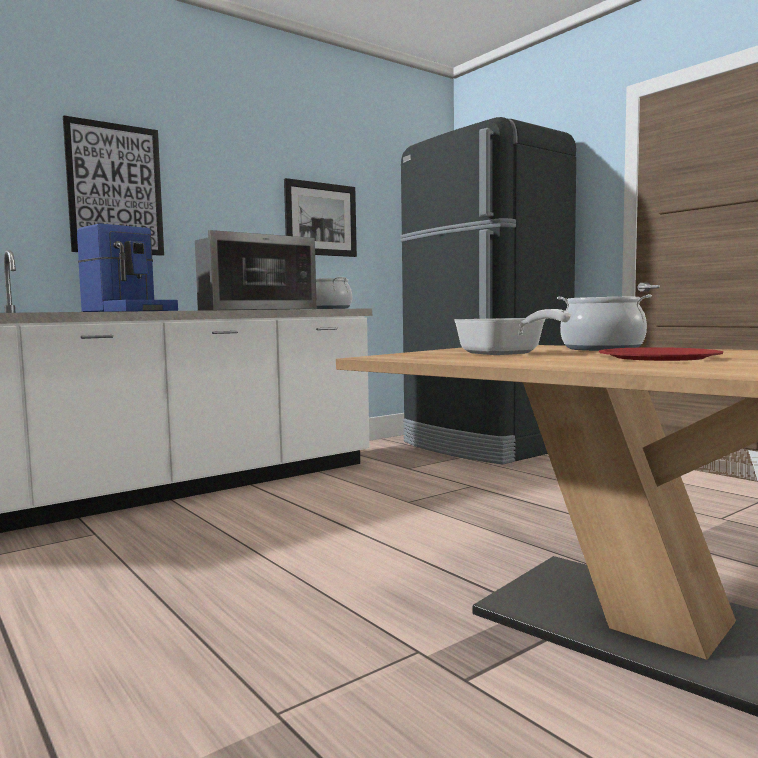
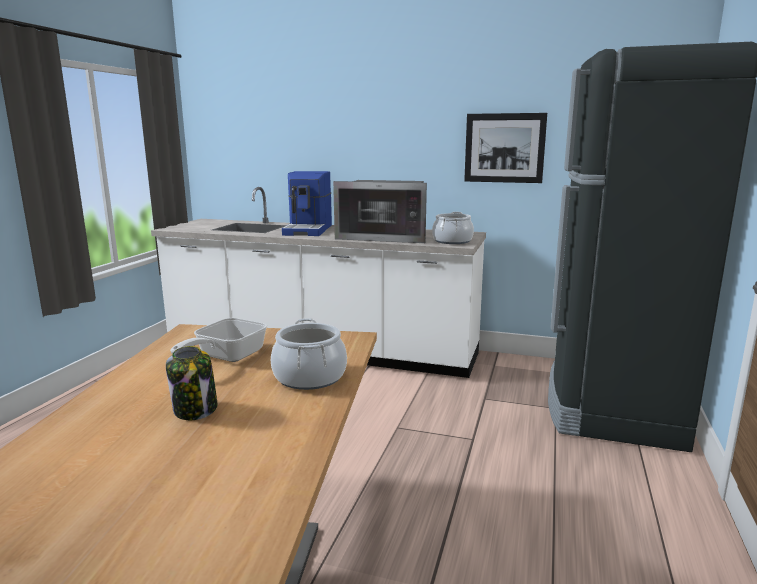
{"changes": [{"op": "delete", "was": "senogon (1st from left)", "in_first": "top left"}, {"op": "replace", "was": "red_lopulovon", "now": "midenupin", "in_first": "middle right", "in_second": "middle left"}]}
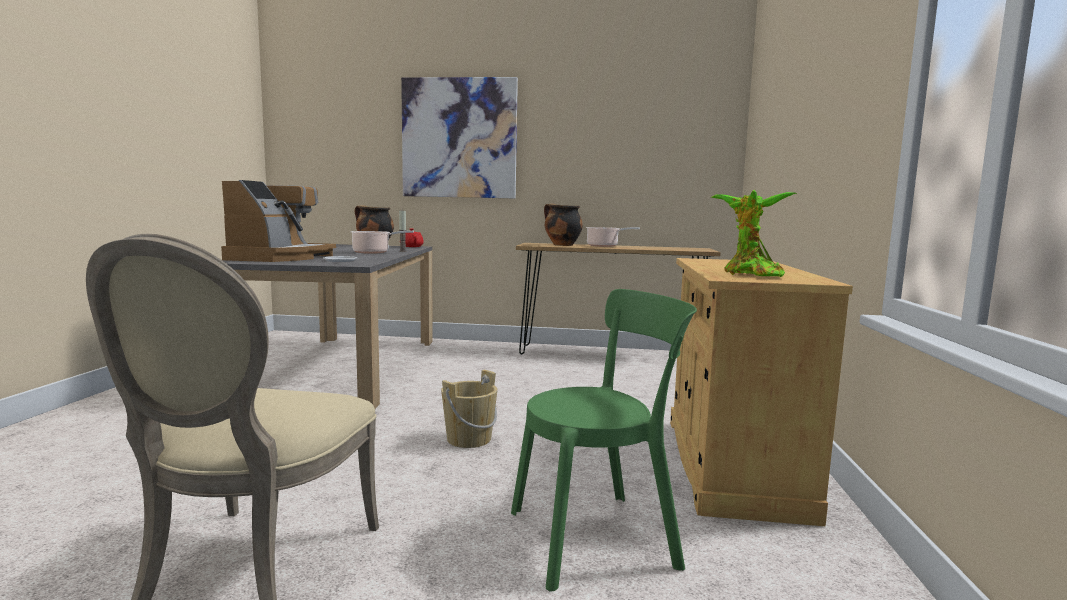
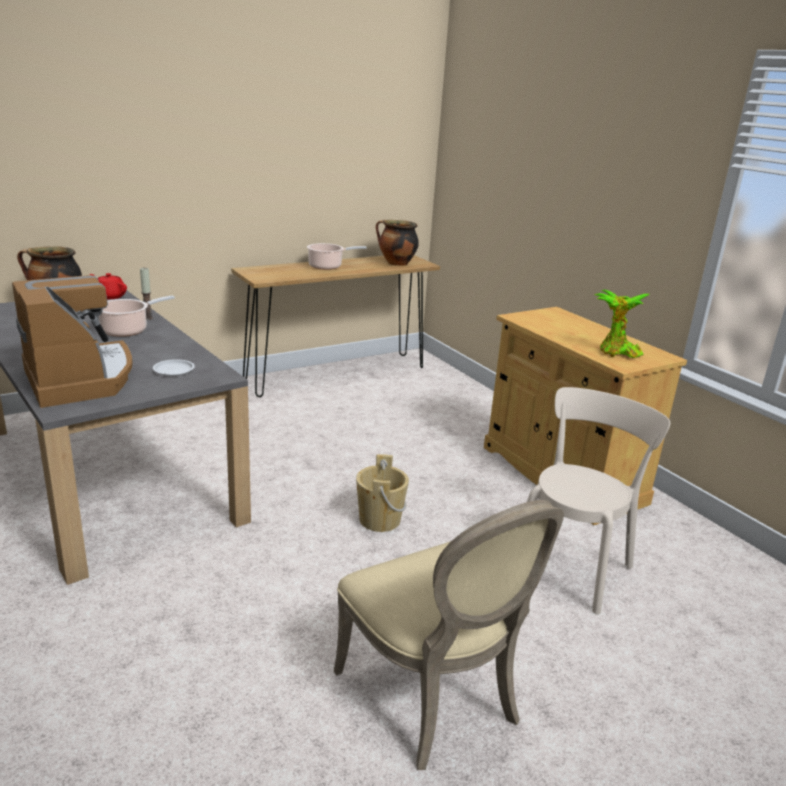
{"changes": [{"op": "delete", "was": "senogon", "in_first": "top centre"}, {"op": "recolor", "was": "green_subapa", "now": "beige_subapa (2nd from left)", "in_first": "bottom centre", "in_second": "middle right"}, {"op": "move", "was": "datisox (3rd from left in the first image)", "now": "datisox (4th from left)", "in_first": "centre", "in_second": "top centre"}]}
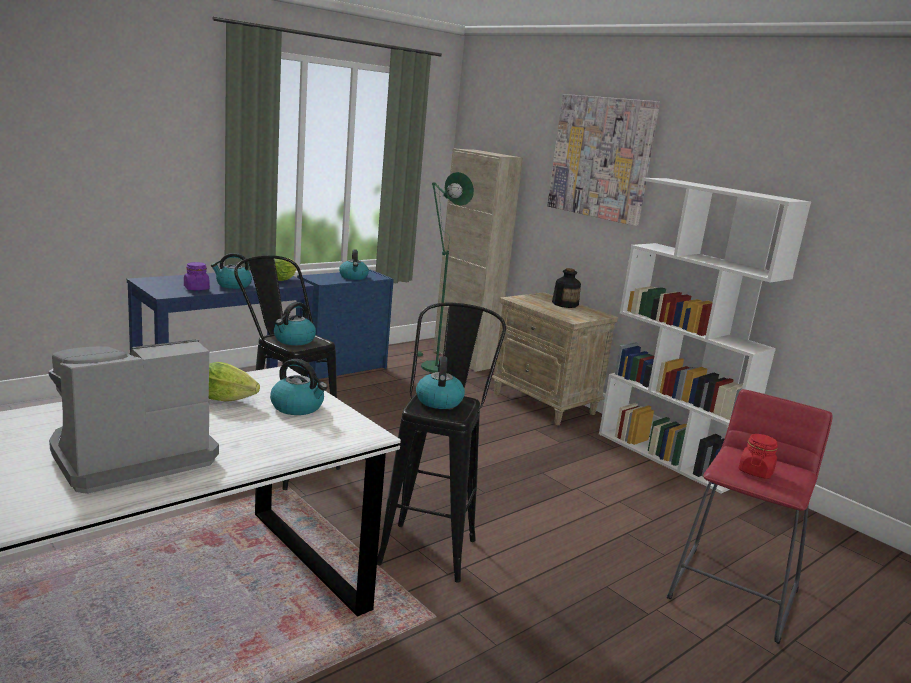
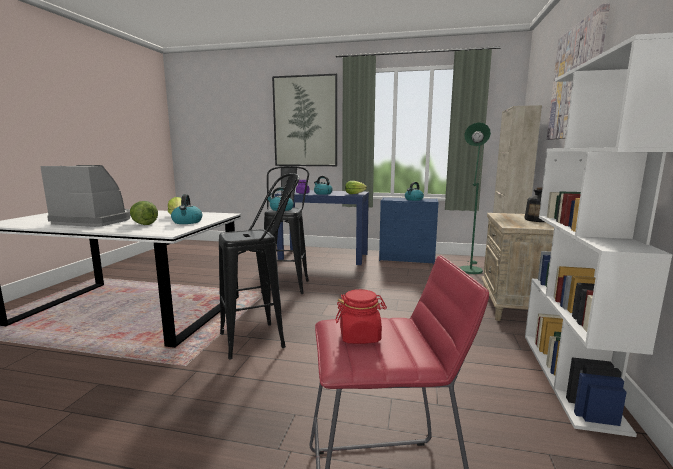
{"changes": [{"op": "delete", "was": "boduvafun (5th from left)", "in_first": "centre"}, {"op": "insert", "now": "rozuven (1st from left)", "in_second": "middle left"}, {"op": "insert", "now": "senogon (1st from left)", "in_second": "top centre"}]}
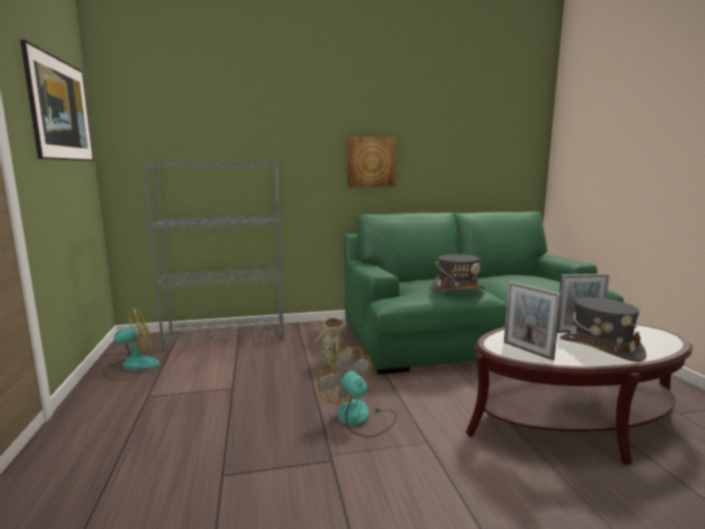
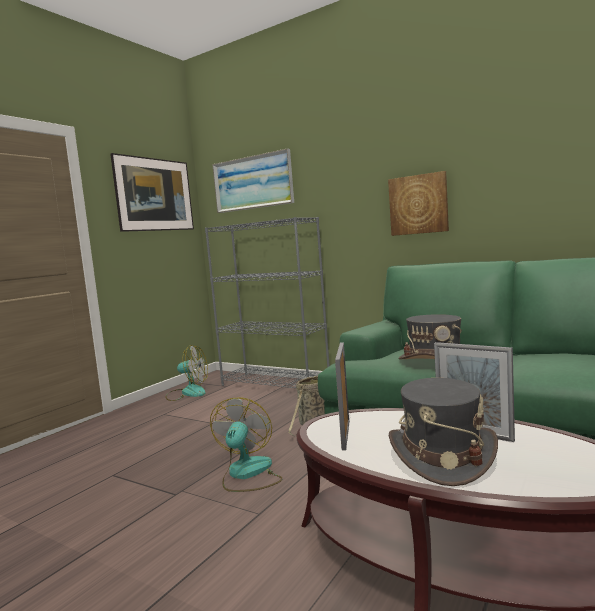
{"changes": [{"op": "insert", "now": "senogon (2nd from left)", "in_second": "top centre"}]}
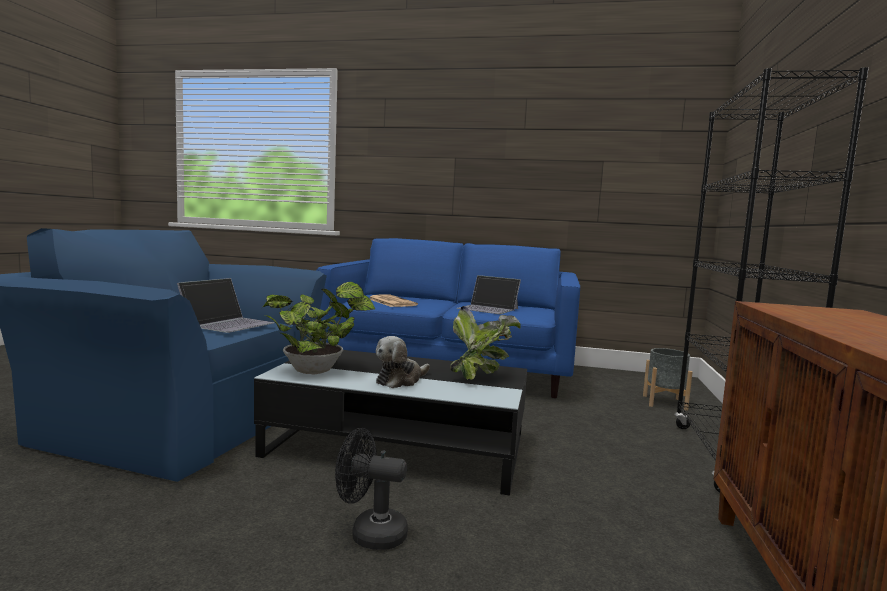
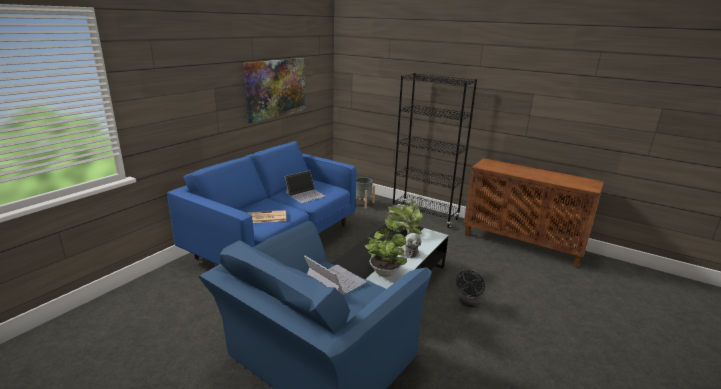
{"changes": [{"op": "insert", "now": "senogon", "in_second": "top centre"}]}
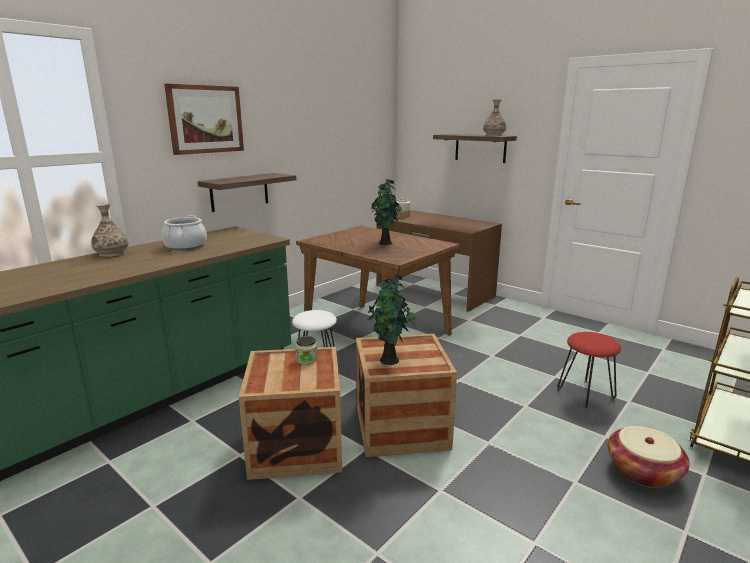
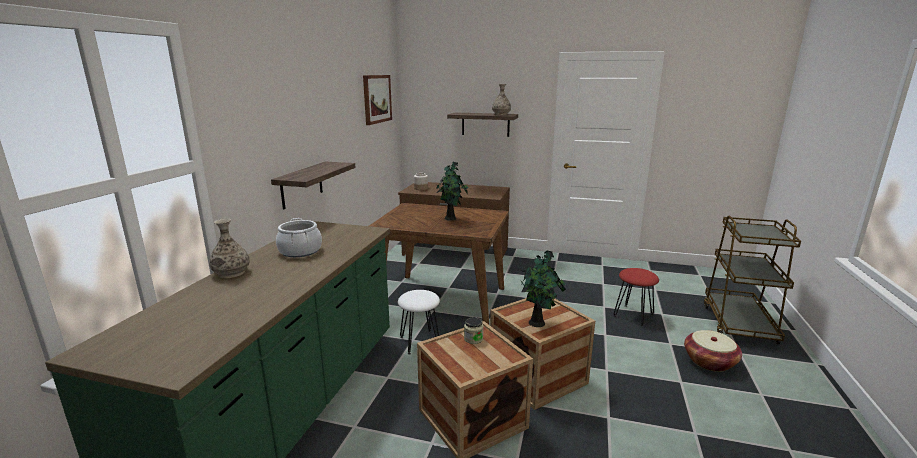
{"changes": [{"op": "move", "was": "senogon", "in_first": "top left", "in_second": "top centre"}]}
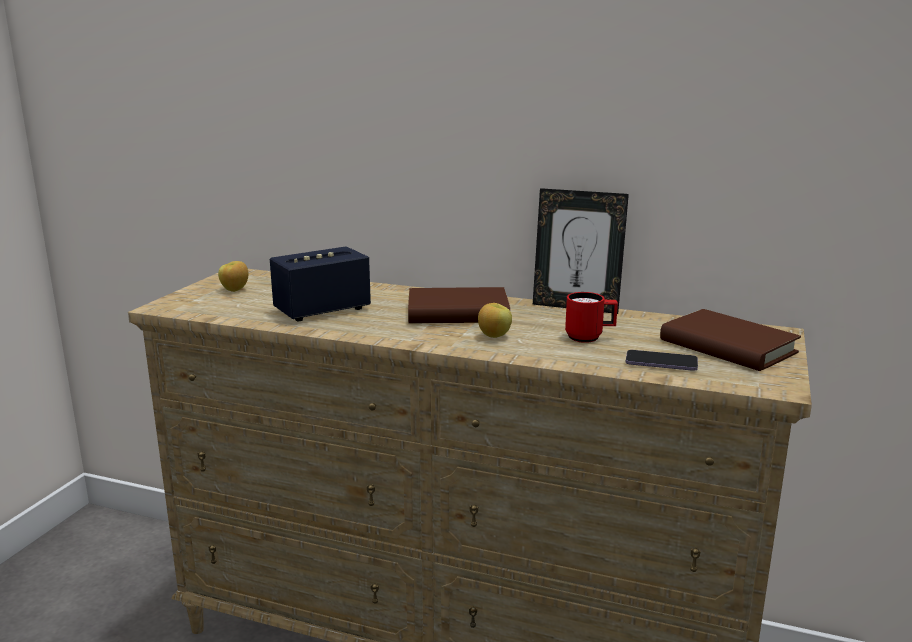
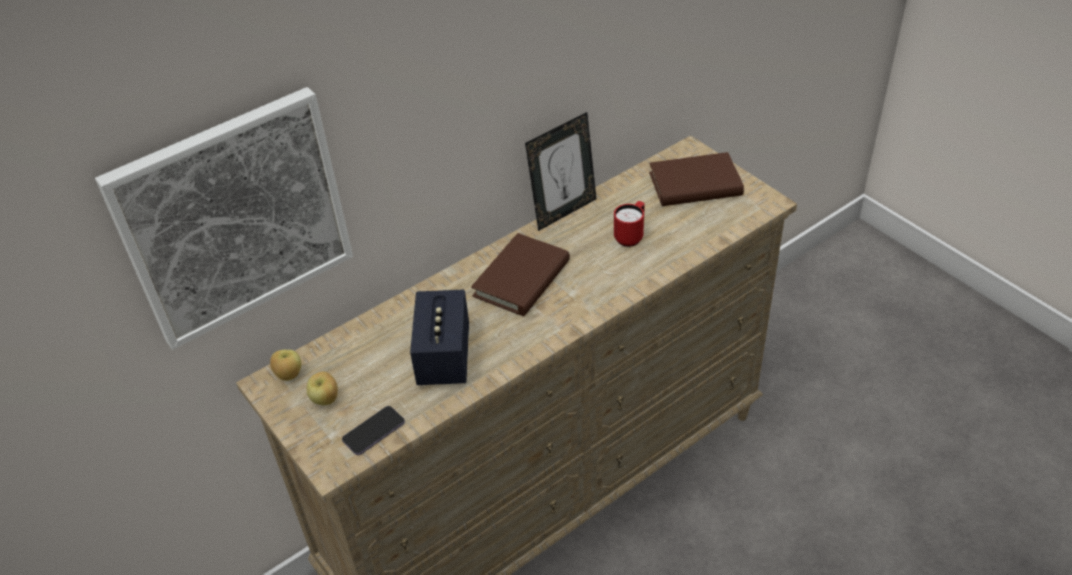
{"changes": [{"op": "move", "was": "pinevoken (2nd from left in the first image)", "now": "pinevoken (1st from left)", "in_first": "centre", "in_second": "middle left"}, {"op": "move", "was": "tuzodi", "in_first": "middle right", "in_second": "bottom centre"}, {"op": "insert", "now": "senogon", "in_second": "middle left"}]}
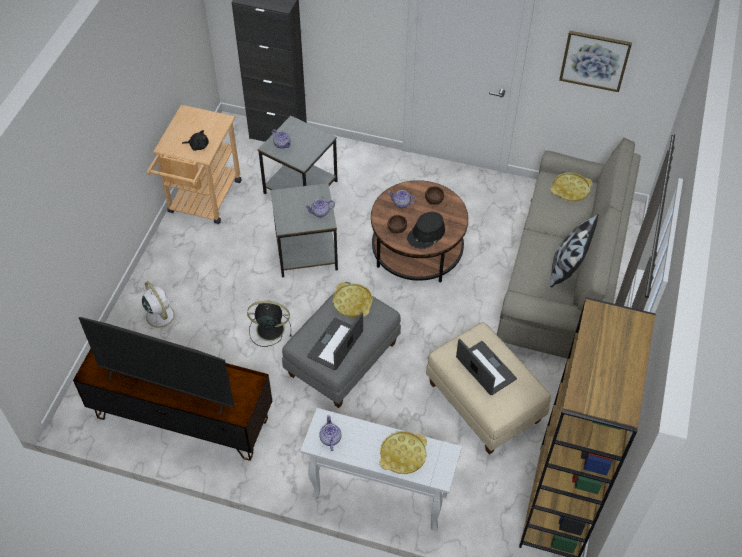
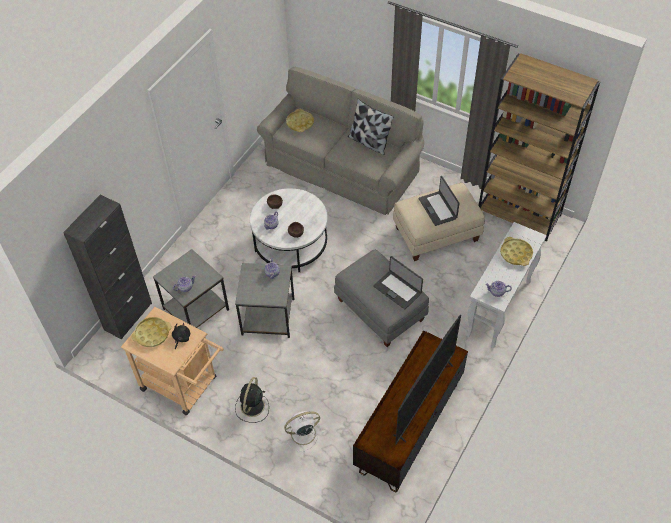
{"changes": [{"op": "move", "was": "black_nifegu", "in_first": "centre", "in_second": "bottom centre"}, {"op": "move", "was": "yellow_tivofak (1st from left)", "in_first": "centre", "in_second": "middle left"}, {"op": "recolor", "was": "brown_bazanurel", "now": "white_bazanurel", "in_first": "centre", "in_second": "centre"}, {"op": "delete", "was": "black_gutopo", "in_first": "centre"}, {"op": "rotate", "was": "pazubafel (2nd from left)", "in_first": "centre", "in_second": "centre", "clockwise": -90}, {"op": "delete", "was": "senogon", "in_first": "top right"}]}
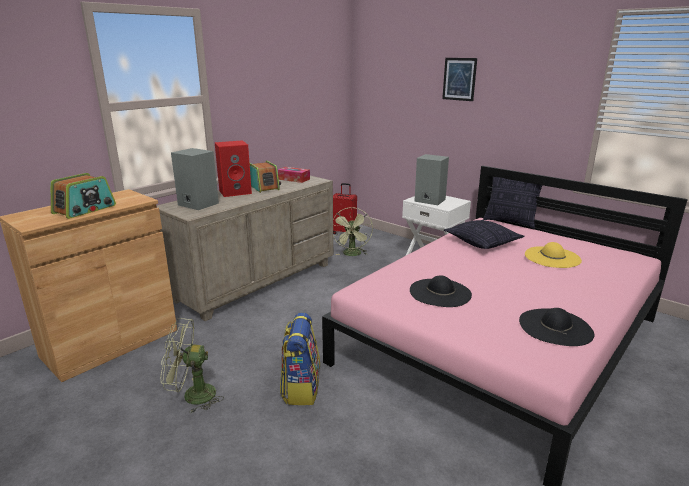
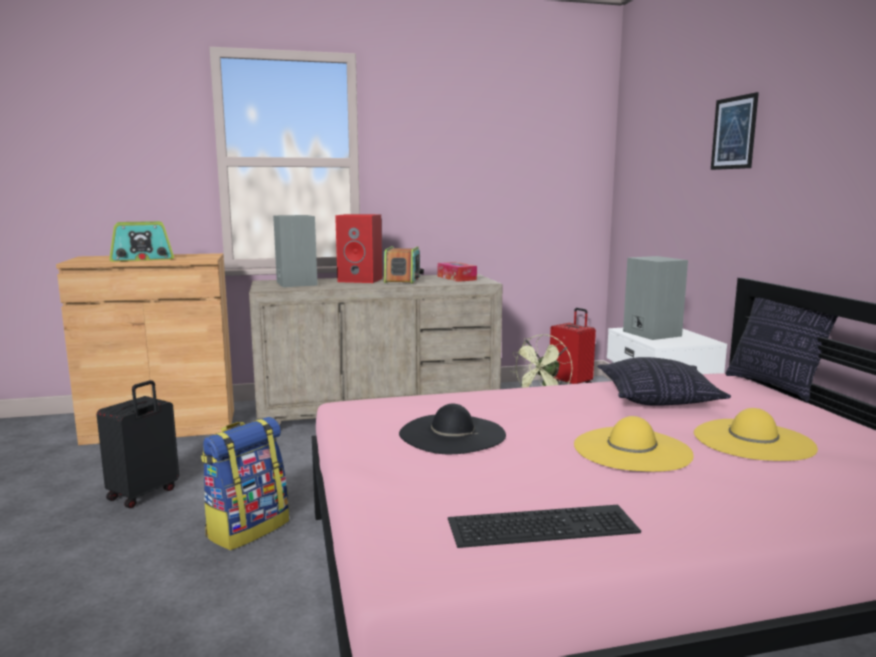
{"changes": [{"op": "replace", "was": "green_nifegu (1st from left)", "now": "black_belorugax", "in_first": "bottom left", "in_second": "bottom left"}, {"op": "replace", "was": "black_gutopo (2nd from left)", "now": "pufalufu", "in_first": "bottom right", "in_second": "bottom centre"}, {"op": "insert", "now": "yellow_gutopo (1st from left)", "in_second": "bottom right"}]}
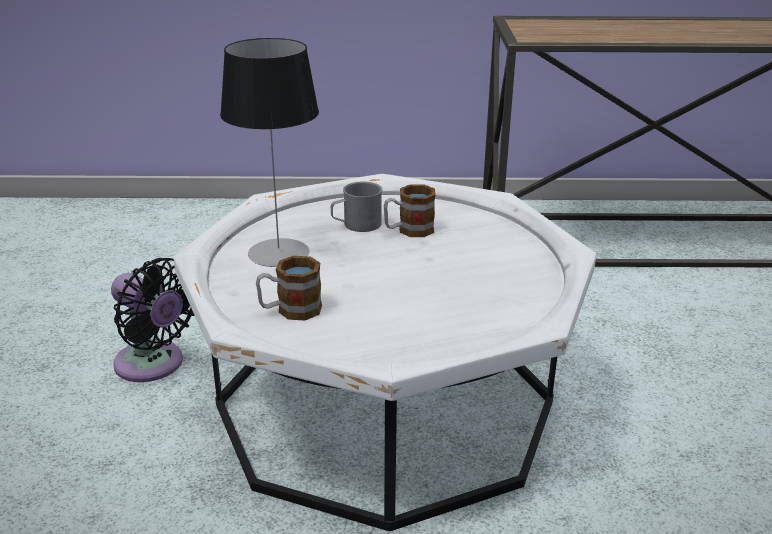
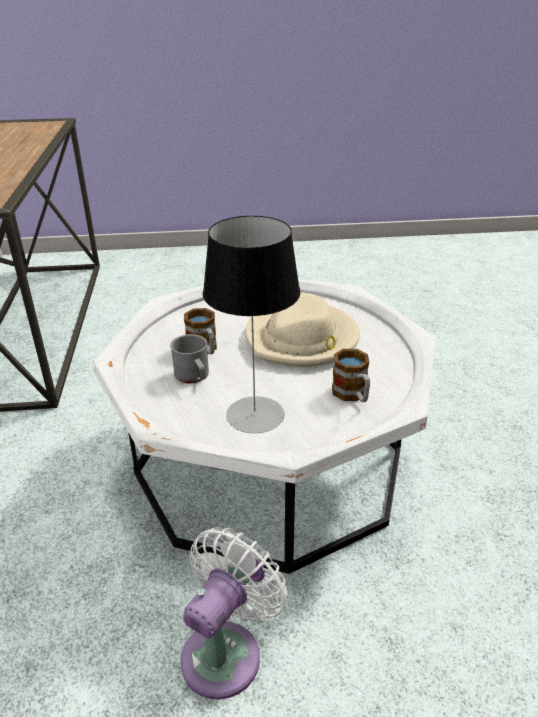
{"changes": [{"op": "recolor", "was": "black_nifegu", "now": "white_nifegu", "in_first": "middle left", "in_second": "bottom centre"}, {"op": "insert", "now": "beige_gutopo", "in_second": "centre"}]}
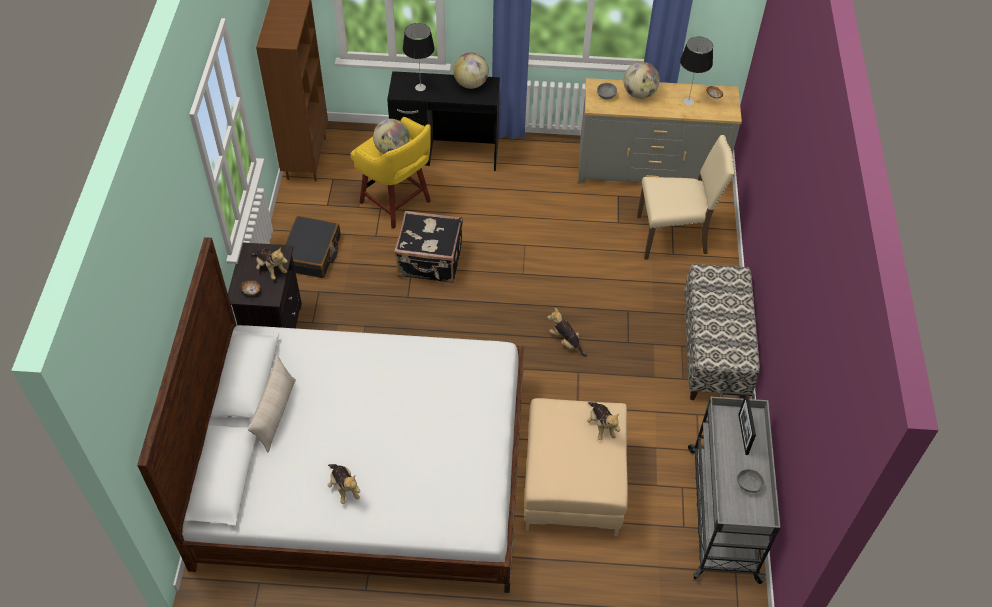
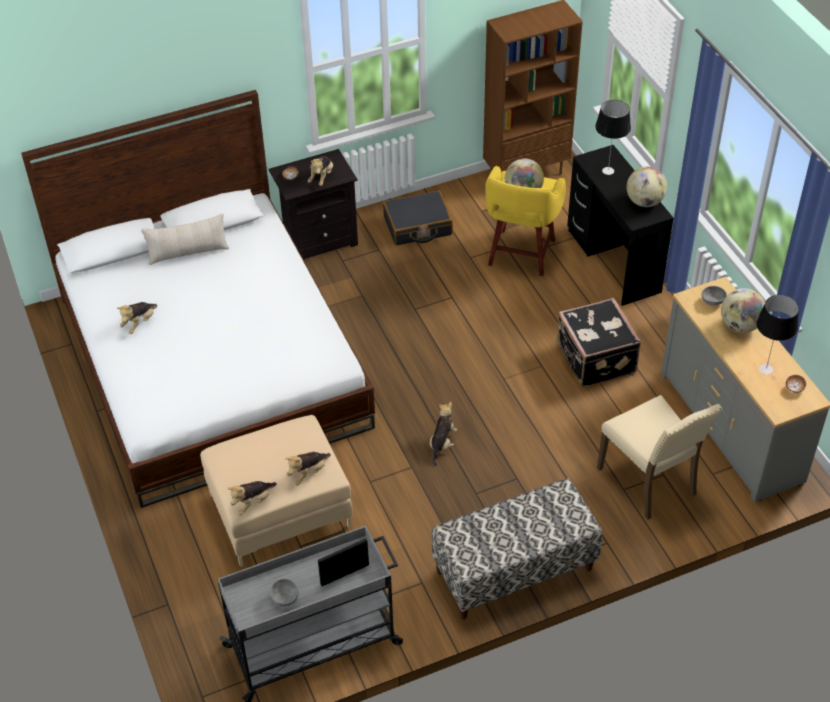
{"changes": [{"op": "move", "was": "black_belorugax (2nd from left)", "in_first": "centre", "in_second": "middle right"}, {"op": "insert", "now": "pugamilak (2nd from left)", "in_second": "bottom left"}]}
